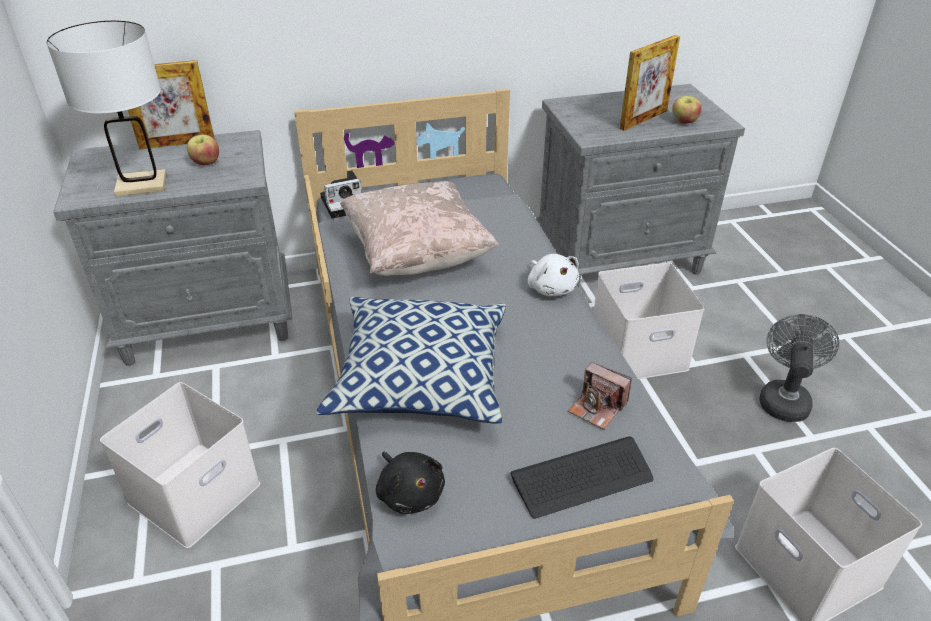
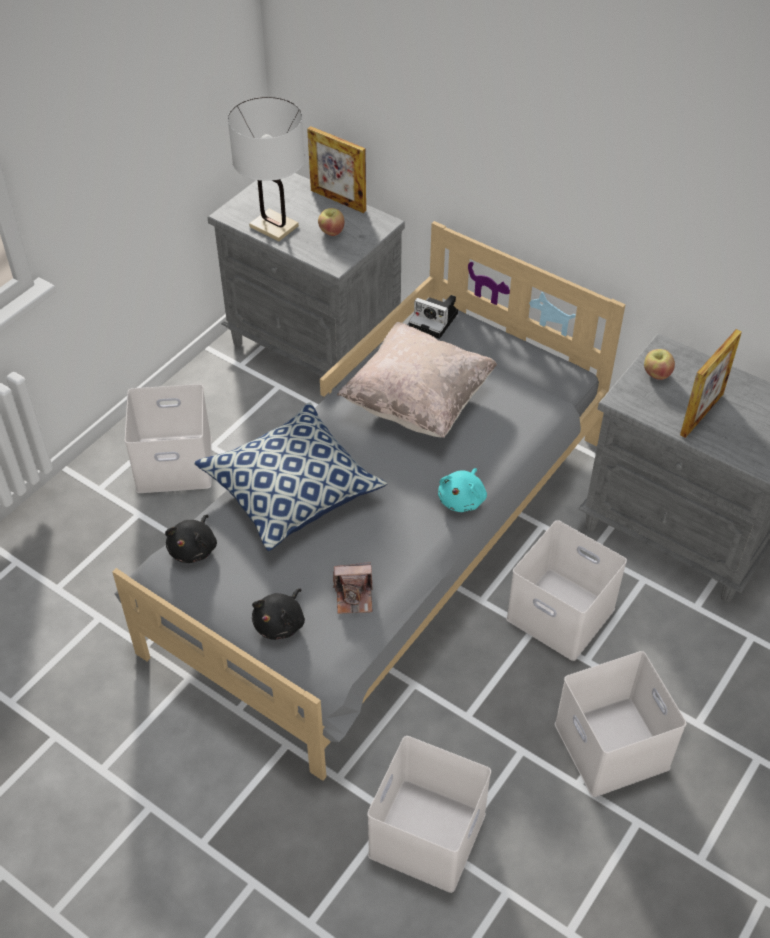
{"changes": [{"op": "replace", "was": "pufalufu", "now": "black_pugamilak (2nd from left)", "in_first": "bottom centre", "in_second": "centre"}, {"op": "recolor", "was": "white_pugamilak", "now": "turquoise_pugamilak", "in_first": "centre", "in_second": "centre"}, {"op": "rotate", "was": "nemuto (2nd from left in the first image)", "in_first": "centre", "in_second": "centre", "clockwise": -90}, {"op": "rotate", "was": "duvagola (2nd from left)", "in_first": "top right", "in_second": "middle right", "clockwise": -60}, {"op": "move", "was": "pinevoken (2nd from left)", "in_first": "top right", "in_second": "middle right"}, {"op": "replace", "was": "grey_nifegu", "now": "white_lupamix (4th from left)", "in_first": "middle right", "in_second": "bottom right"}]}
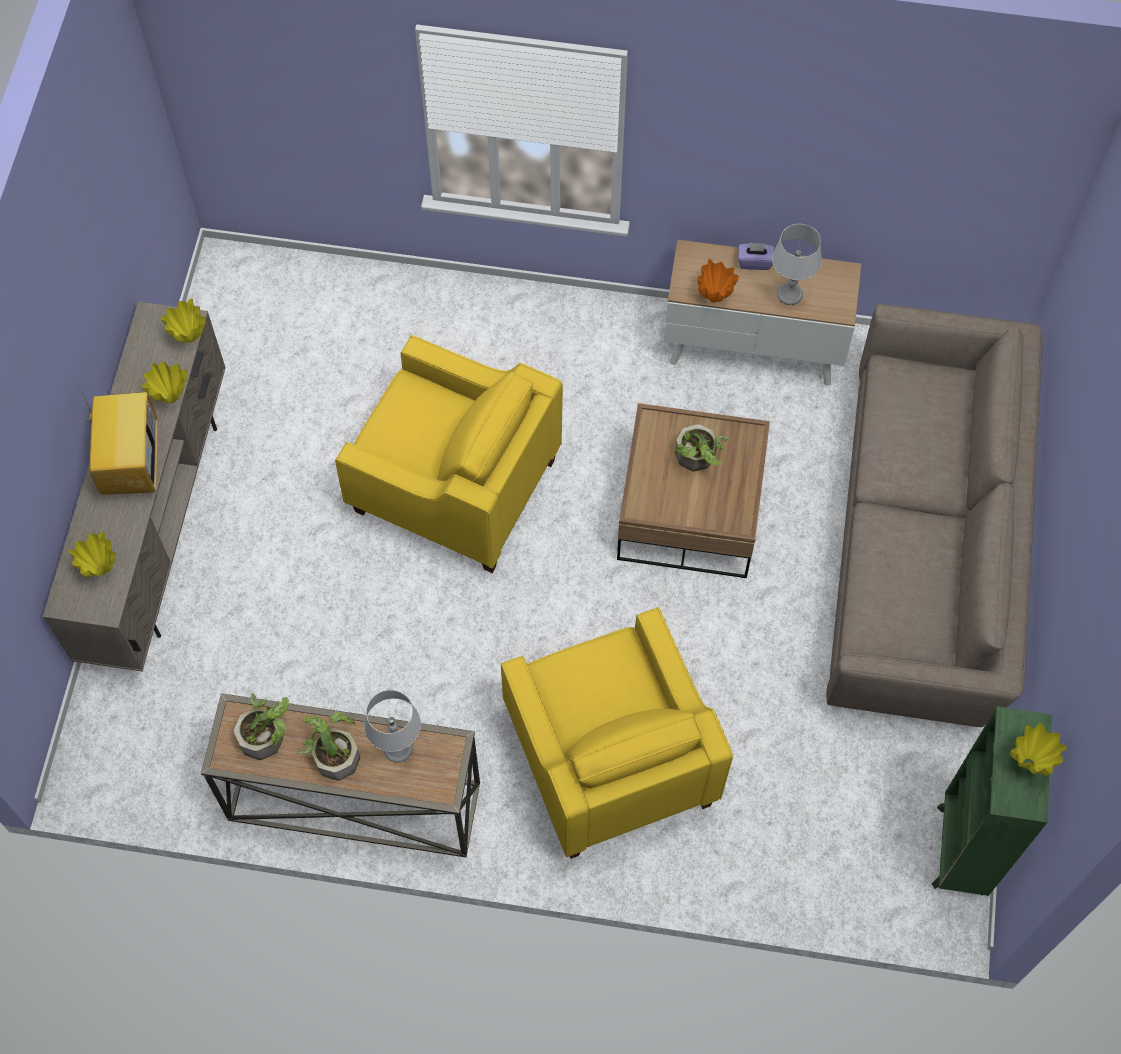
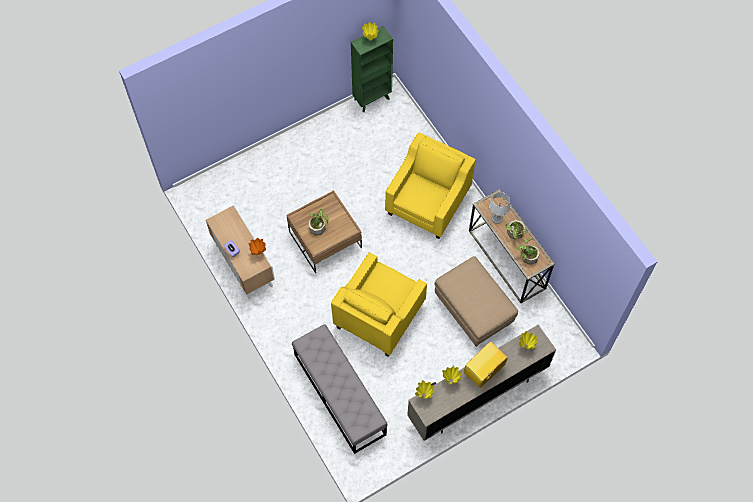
{"changes": [{"op": "rotate", "was": "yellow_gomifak (1st from left)", "in_first": "centre", "in_second": "centre", "clockwise": -135}, {"op": "delete", "was": "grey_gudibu (2nd from left)", "in_first": "top right"}, {"op": "delete", "was": "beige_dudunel", "in_first": "middle right"}, {"op": "insert", "now": "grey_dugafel", "in_second": "bottom centre"}, {"op": "insert", "now": "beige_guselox", "in_second": "centre"}]}
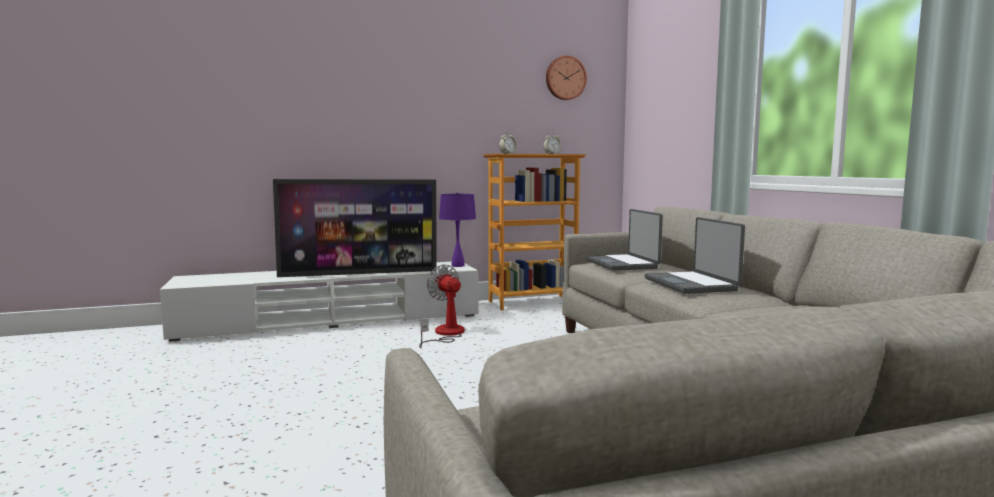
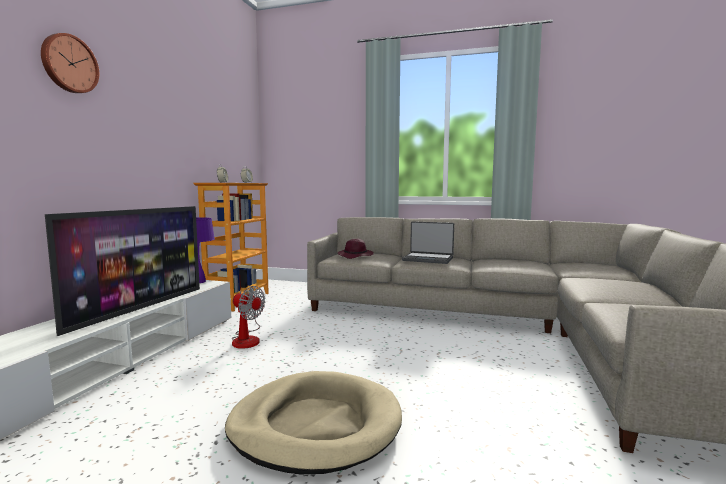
{"changes": [{"op": "rotate", "was": "nifegu", "in_first": "centre", "in_second": "centre", "clockwise": -150}, {"op": "move", "was": "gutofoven", "in_first": "top centre", "in_second": "top left"}, {"op": "replace", "was": "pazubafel (1st from left)", "now": "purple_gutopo", "in_first": "centre", "in_second": "centre"}, {"op": "insert", "now": "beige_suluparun", "in_second": "bottom centre"}]}
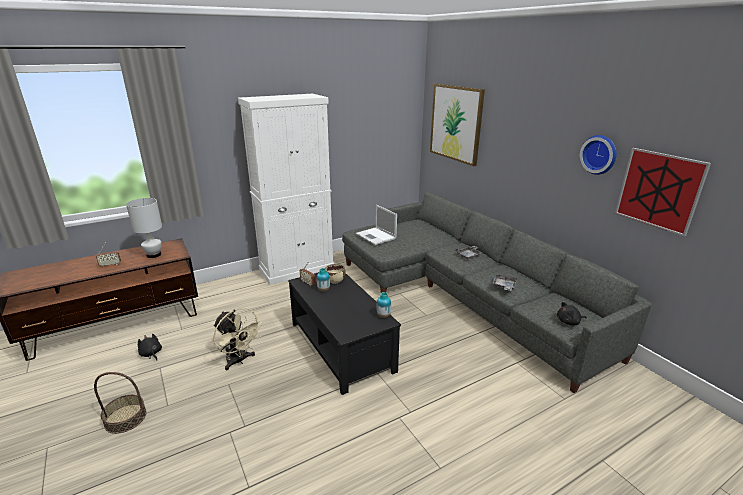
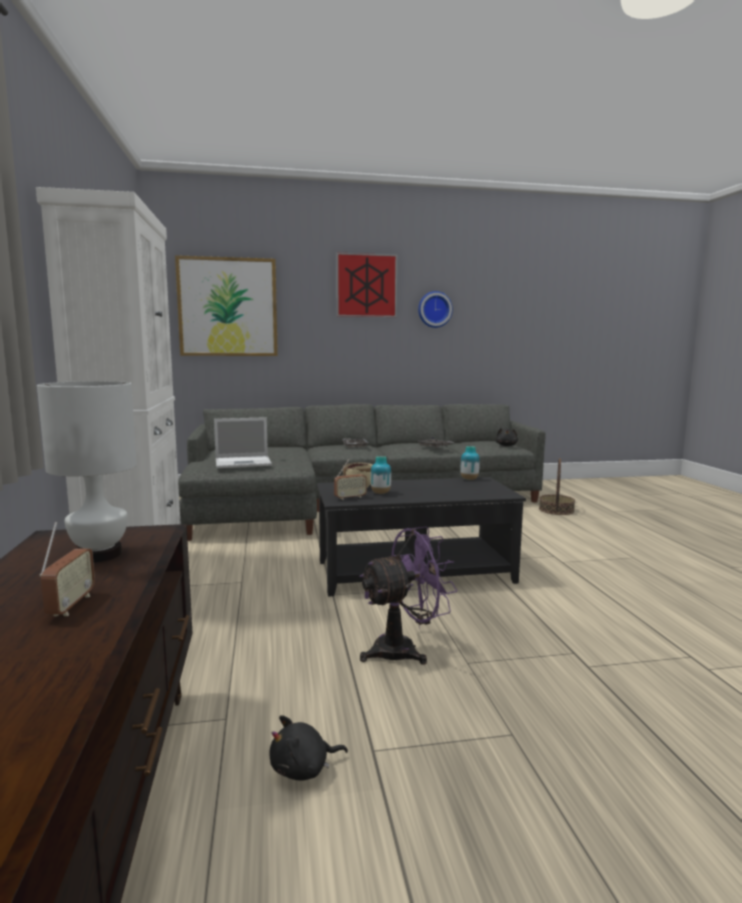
{"changes": [{"op": "move", "was": "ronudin", "in_first": "bottom left", "in_second": "middle right"}, {"op": "recolor", "was": "beige_nifegu", "now": "purple_nifegu", "in_first": "bottom left", "in_second": "centre"}, {"op": "move", "was": "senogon (2nd from left)", "in_first": "middle right", "in_second": "top centre"}]}
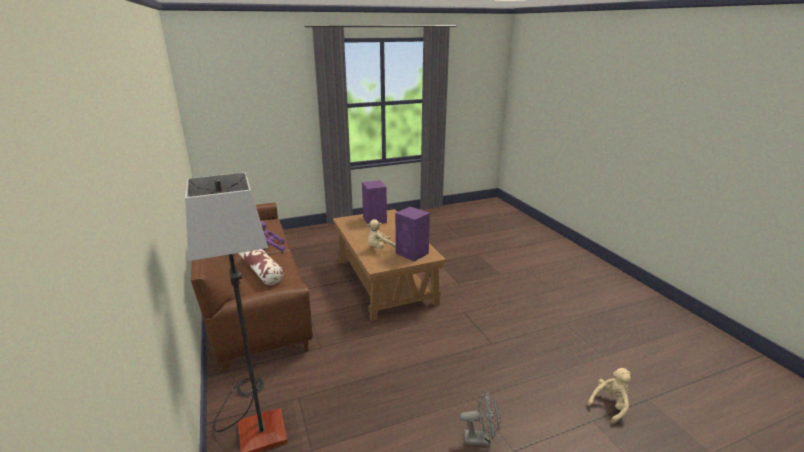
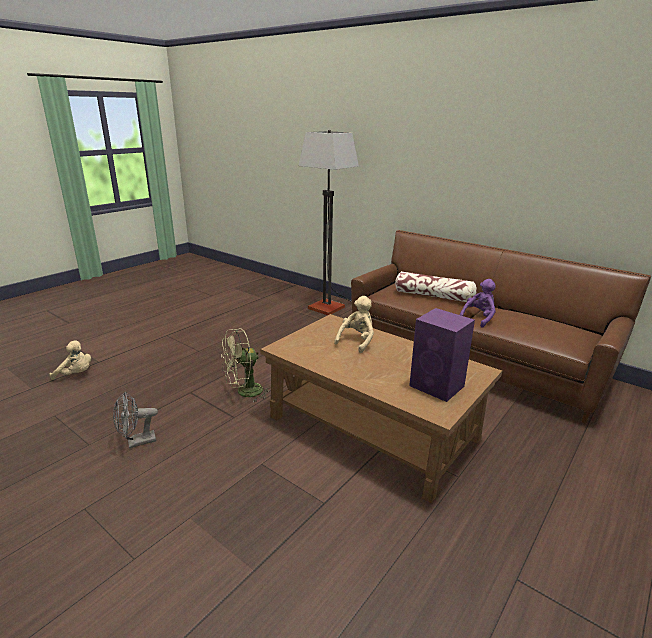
{"changes": [{"op": "delete", "was": "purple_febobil (2nd from left)", "in_first": "centre"}, {"op": "move", "was": "grey_nifegu", "in_first": "bottom centre", "in_second": "middle left"}, {"op": "rotate", "was": "beige_pugamilak (2nd from left in the first image)", "in_first": "bottom right", "in_second": "middle left", "clockwise": -105}, {"op": "insert", "now": "green_nifegu", "in_second": "centre"}]}
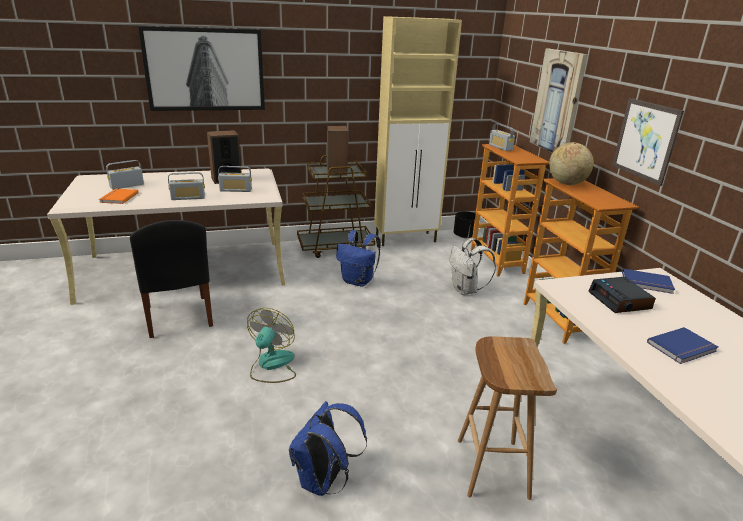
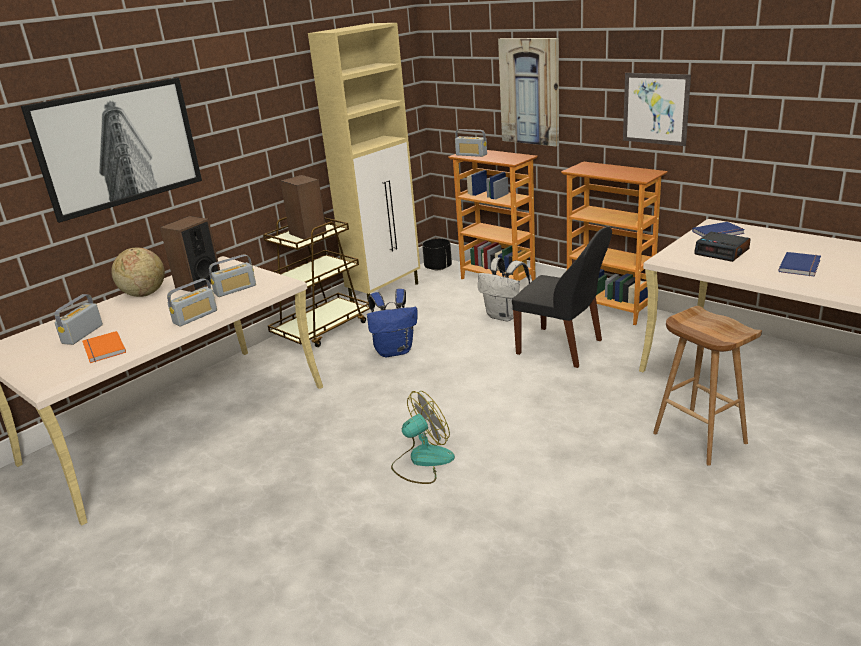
{"changes": [{"op": "move", "was": "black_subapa", "in_first": "middle left", "in_second": "centre"}, {"op": "rotate", "was": "nifegu", "in_first": "centre", "in_second": "bottom centre", "clockwise": 75}, {"op": "delete", "was": "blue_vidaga (1st from left)", "in_first": "bottom centre"}, {"op": "move", "was": "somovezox", "in_first": "top right", "in_second": "middle left"}]}
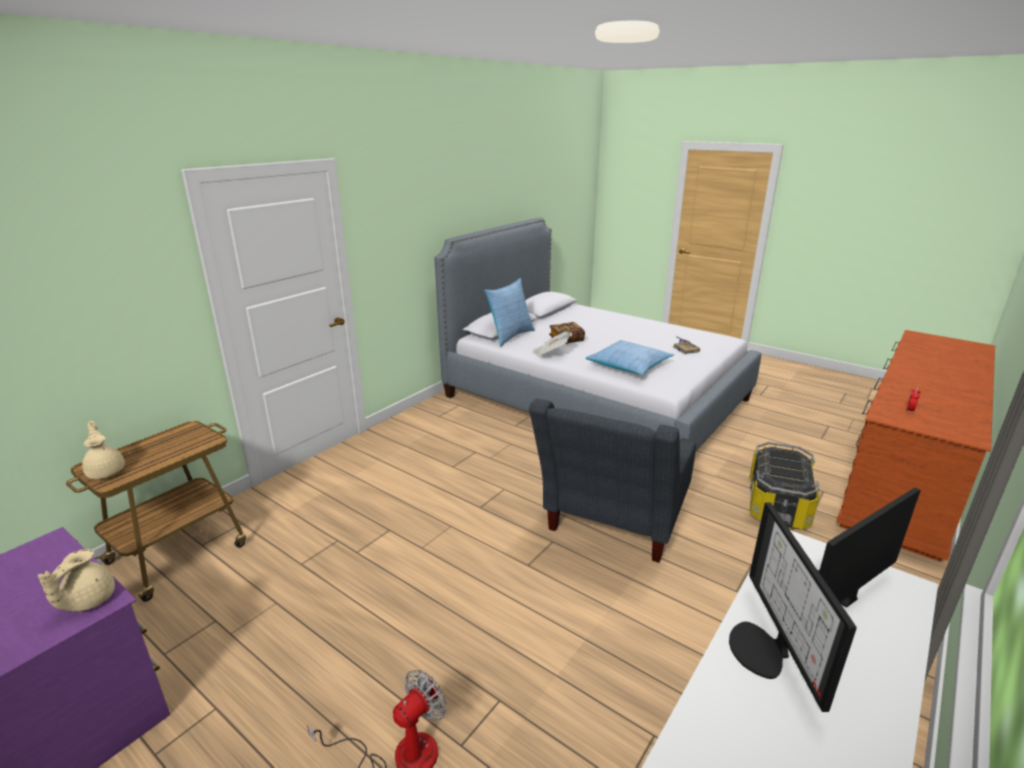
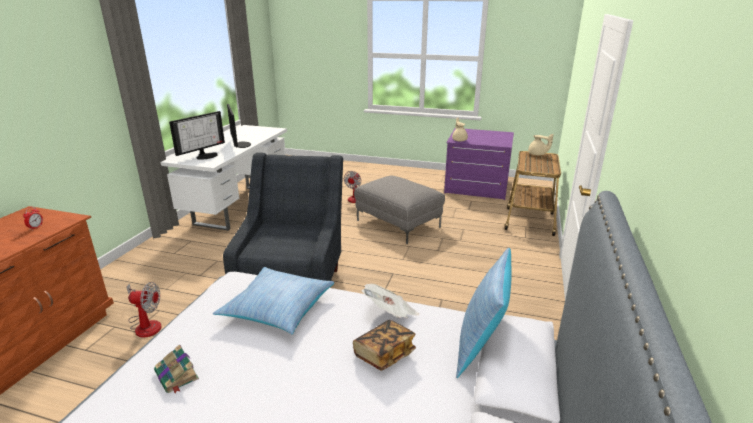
{"changes": [{"op": "replace", "was": "lupamix", "now": "nifegu (1st from left)", "in_first": "middle right", "in_second": "bottom left"}, {"op": "insert", "now": "grey_guselox", "in_second": "centre"}]}
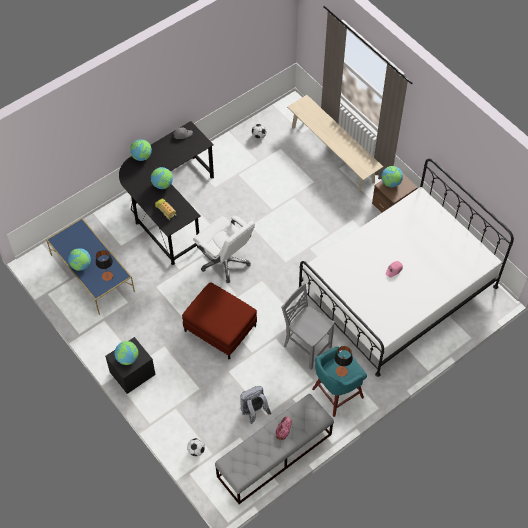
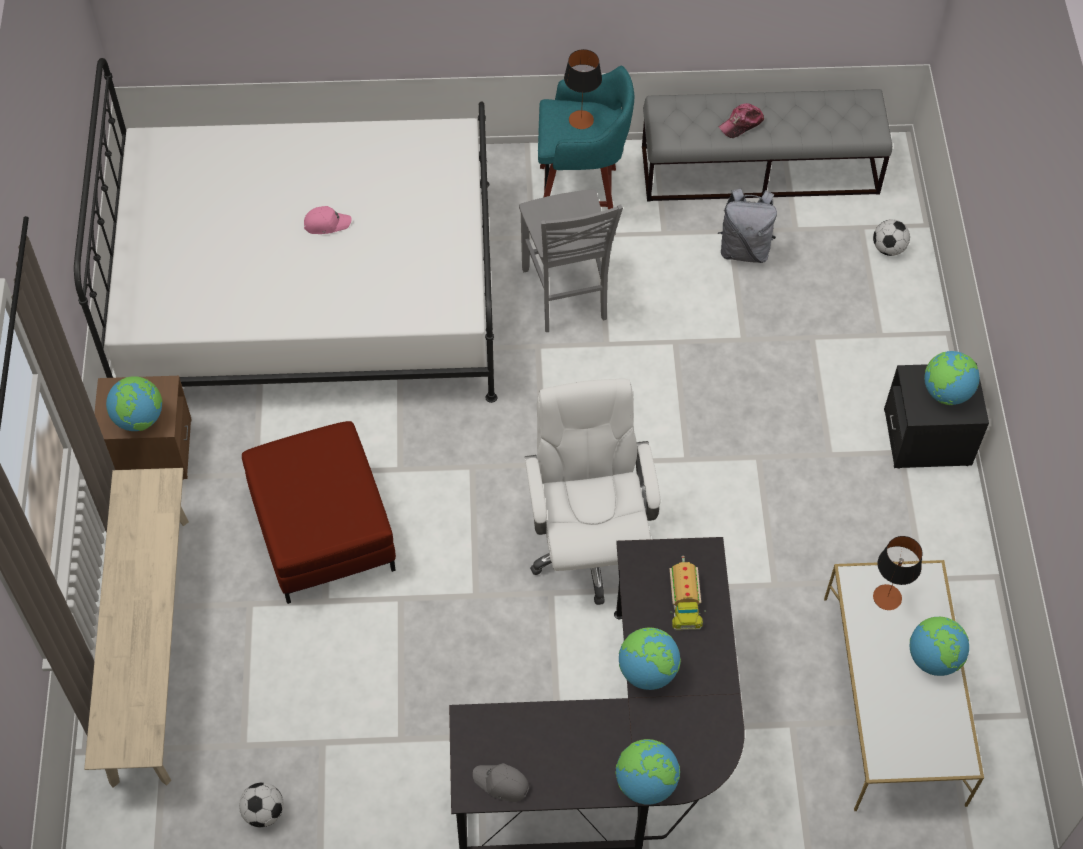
{"changes": [{"op": "recolor", "was": "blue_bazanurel", "now": "white_bazanurel", "in_first": "middle left", "in_second": "bottom right"}, {"op": "move", "was": "red_guselox", "in_first": "centre", "in_second": "middle left"}]}
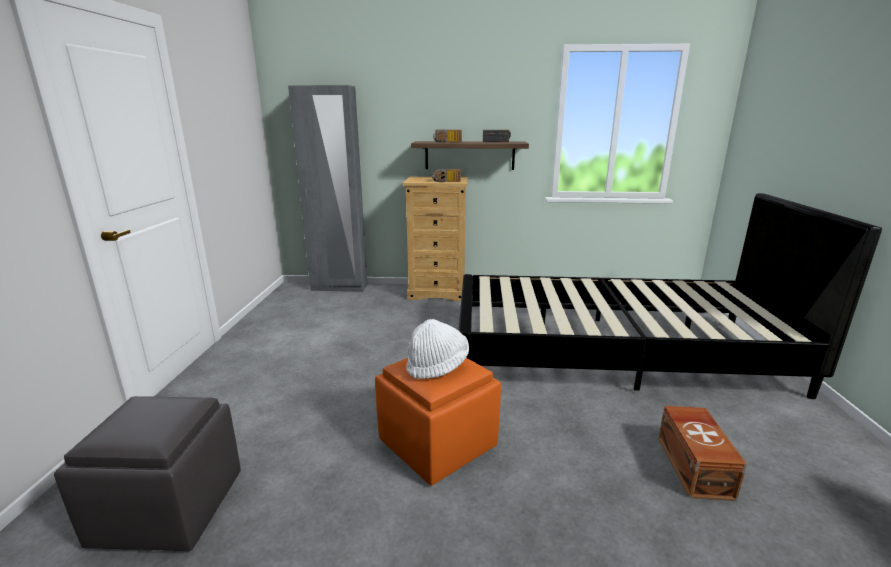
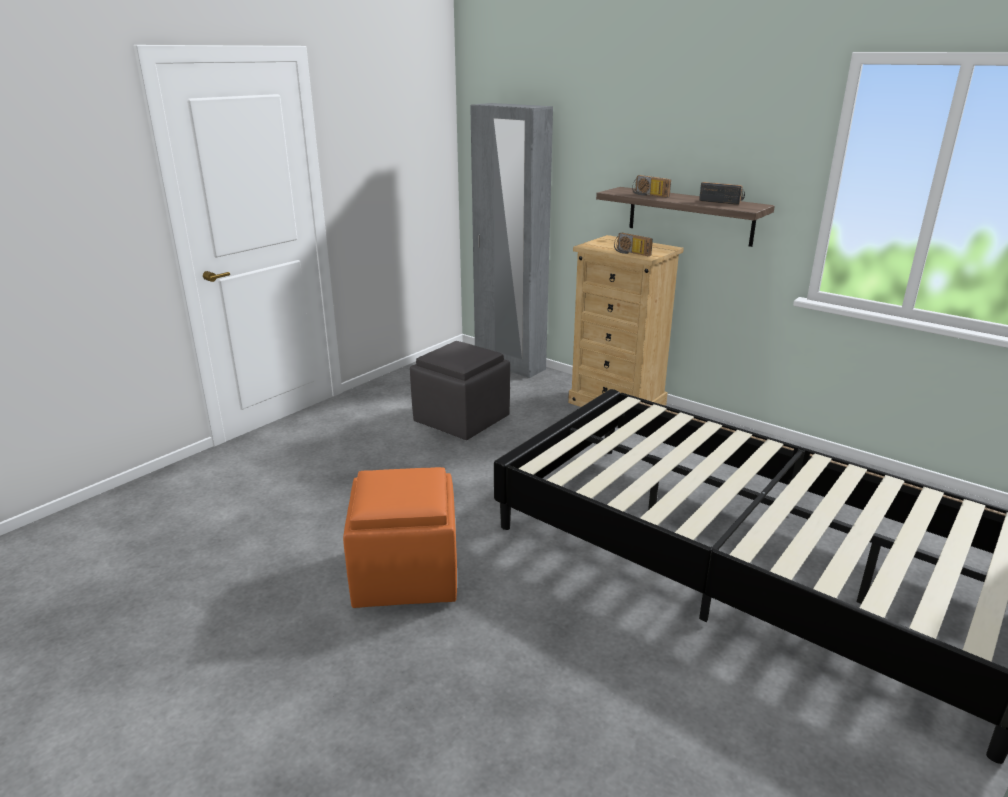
{"changes": [{"op": "move", "was": "grey_guselox", "in_first": "bottom left", "in_second": "centre"}, {"op": "delete", "was": "white_gutopo", "in_first": "centre"}, {"op": "delete", "was": "brown_lupamix", "in_first": "bottom right"}]}
